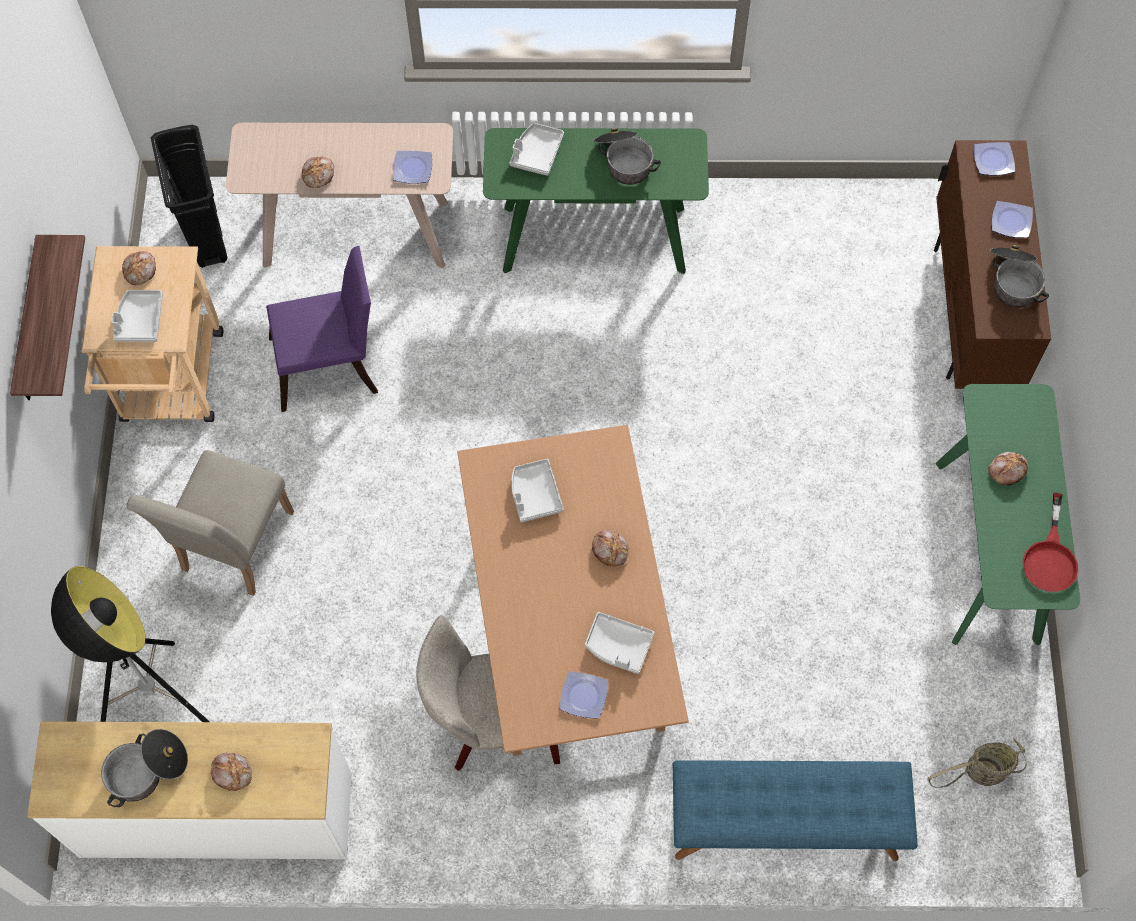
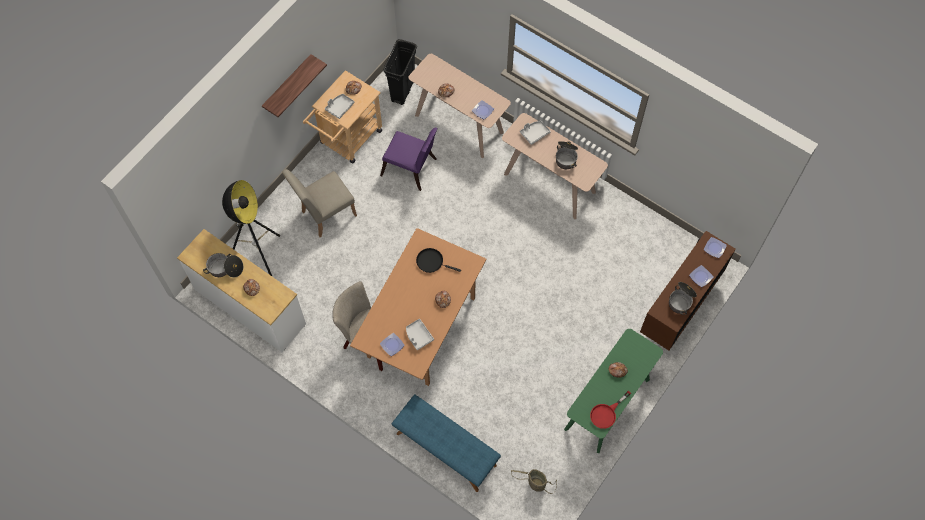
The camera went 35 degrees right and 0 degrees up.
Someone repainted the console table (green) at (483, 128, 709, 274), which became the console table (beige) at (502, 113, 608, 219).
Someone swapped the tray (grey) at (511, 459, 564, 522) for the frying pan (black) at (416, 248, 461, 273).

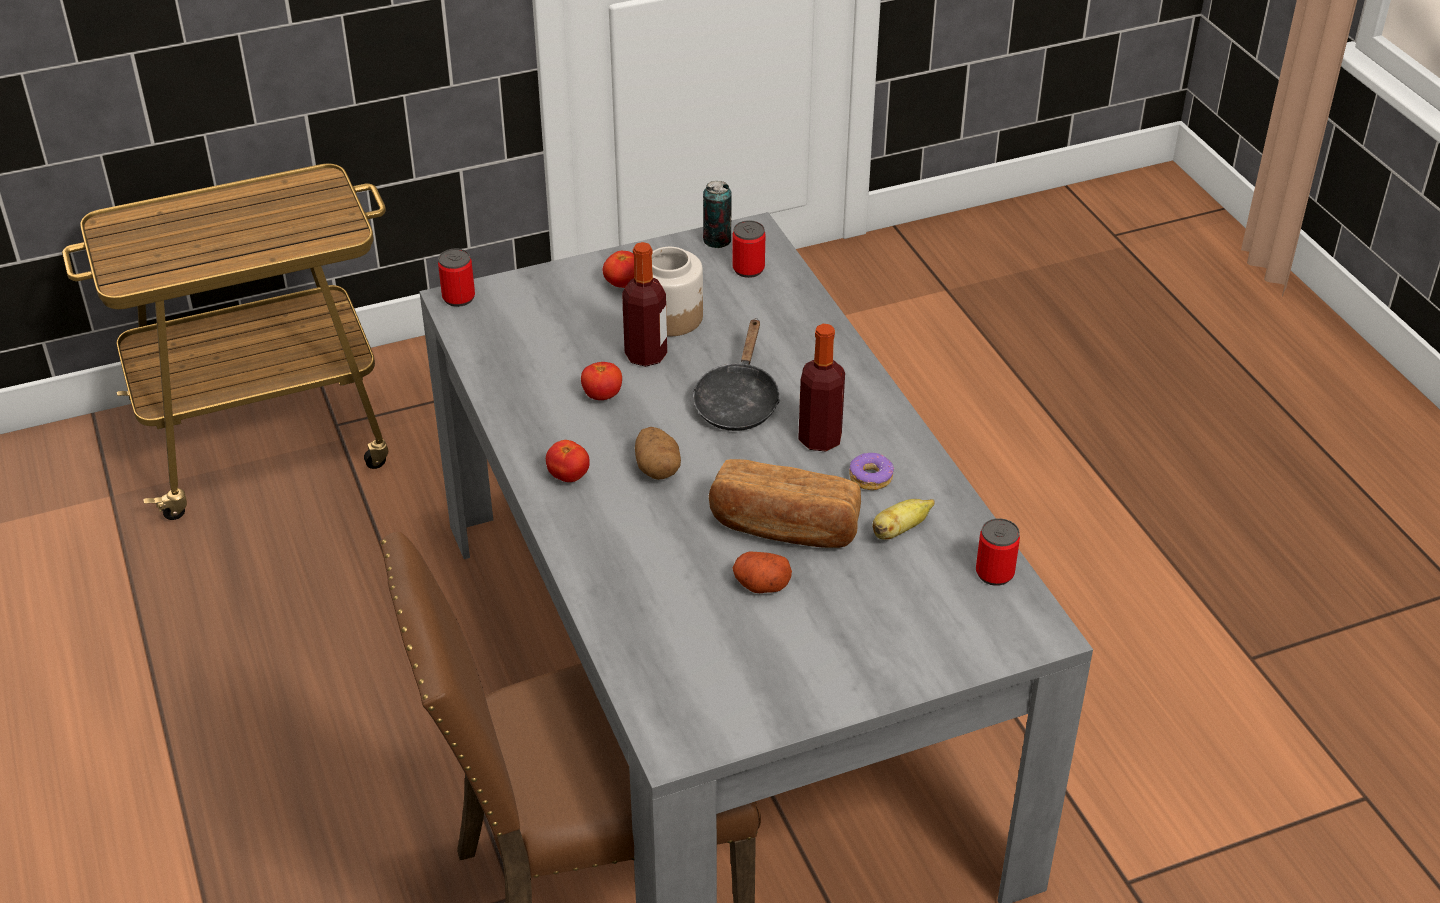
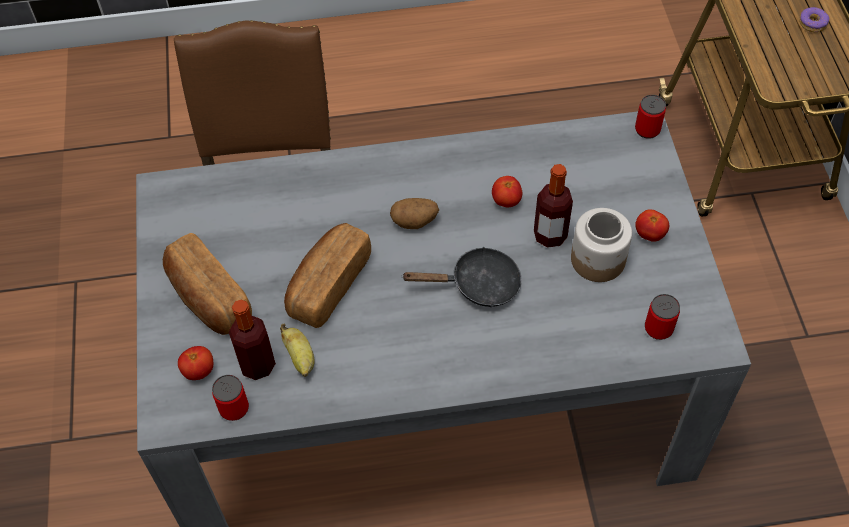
The camera went 105 degrees right and 15 degrees up.
Someone took away the can at (703, 181, 732, 248).
Someone rotated the frying pan (black) at (692, 318, 780, 431) by 150 degrees clockwise.
Someone carried the bottle from (798, 324, 845, 452) to (229, 300, 276, 380).
Someone carried the tomato from (546, 440, 590, 482) to (178, 346, 213, 380).
Someone carried the donut from (849, 453, 894, 490) to (799, 7, 829, 32).
Someone took away the potato at (732, 552, 792, 593).
Someone put down the bread at (163, 233, 252, 335).

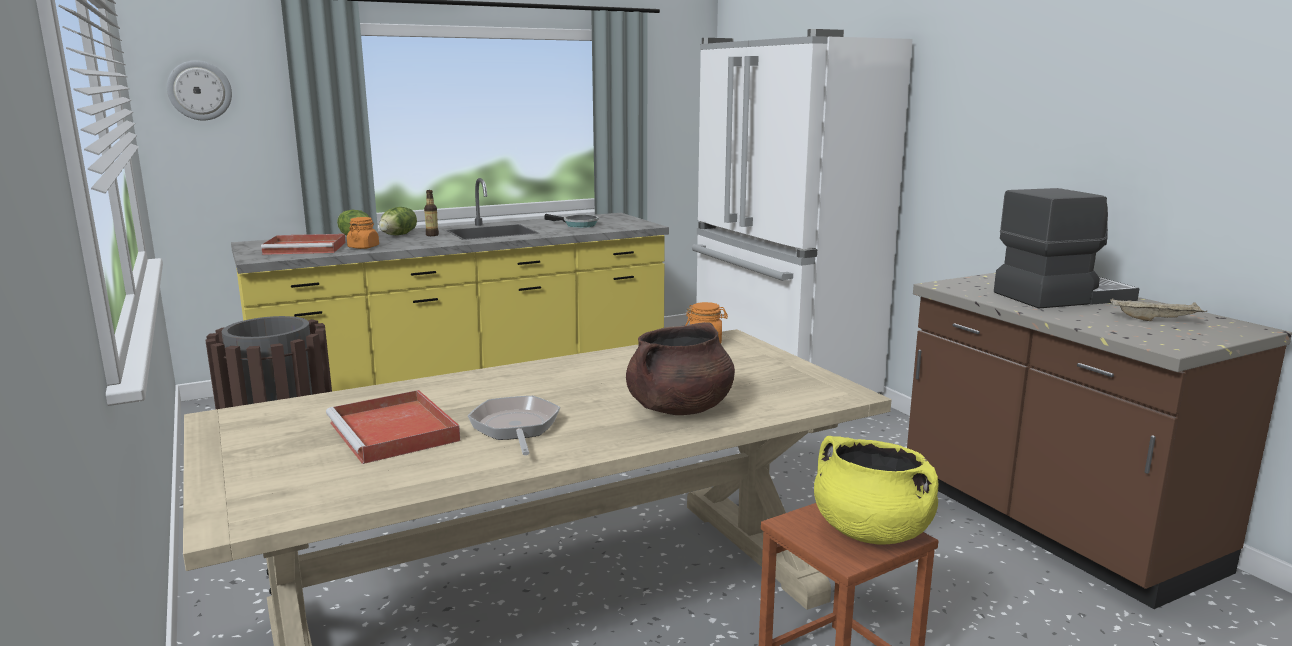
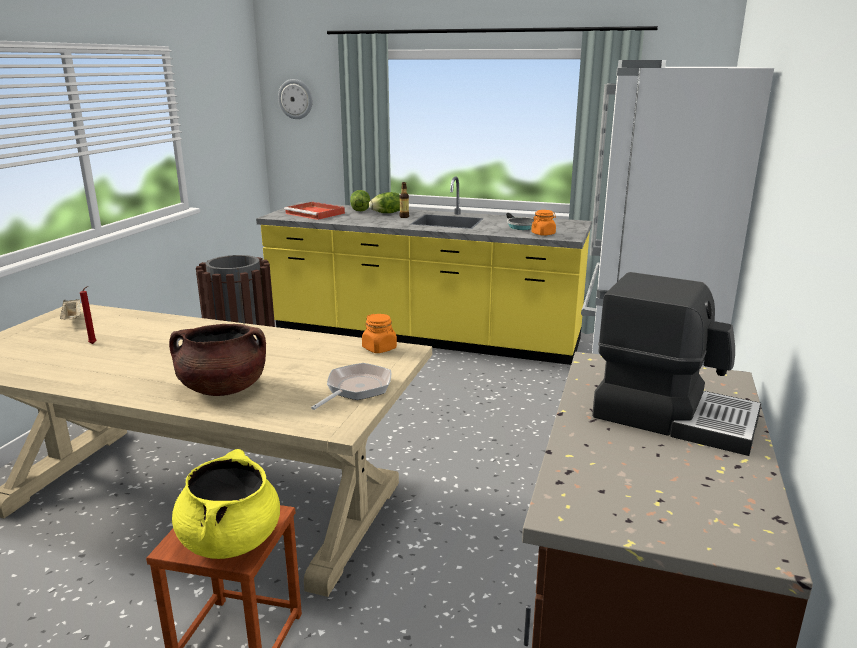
The camera went 45 degrees right and 5 degrees up.
Someone carried the jar (orange) from (347, 217, 379, 249) to (531, 210, 556, 236).
Someone carried the tray (beige) from (1110, 299, 1207, 321) to (60, 299, 81, 320).
Someone swapped the tray (red) at (326, 390, 460, 464) for the candle (red) at (80, 286, 97, 344).
Someone carried the frying pan from (468, 396, 560, 455) to (311, 363, 391, 410).

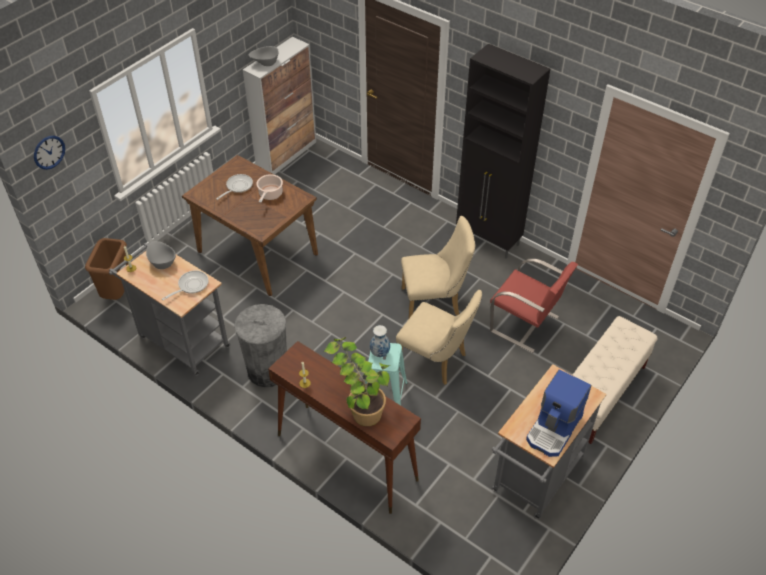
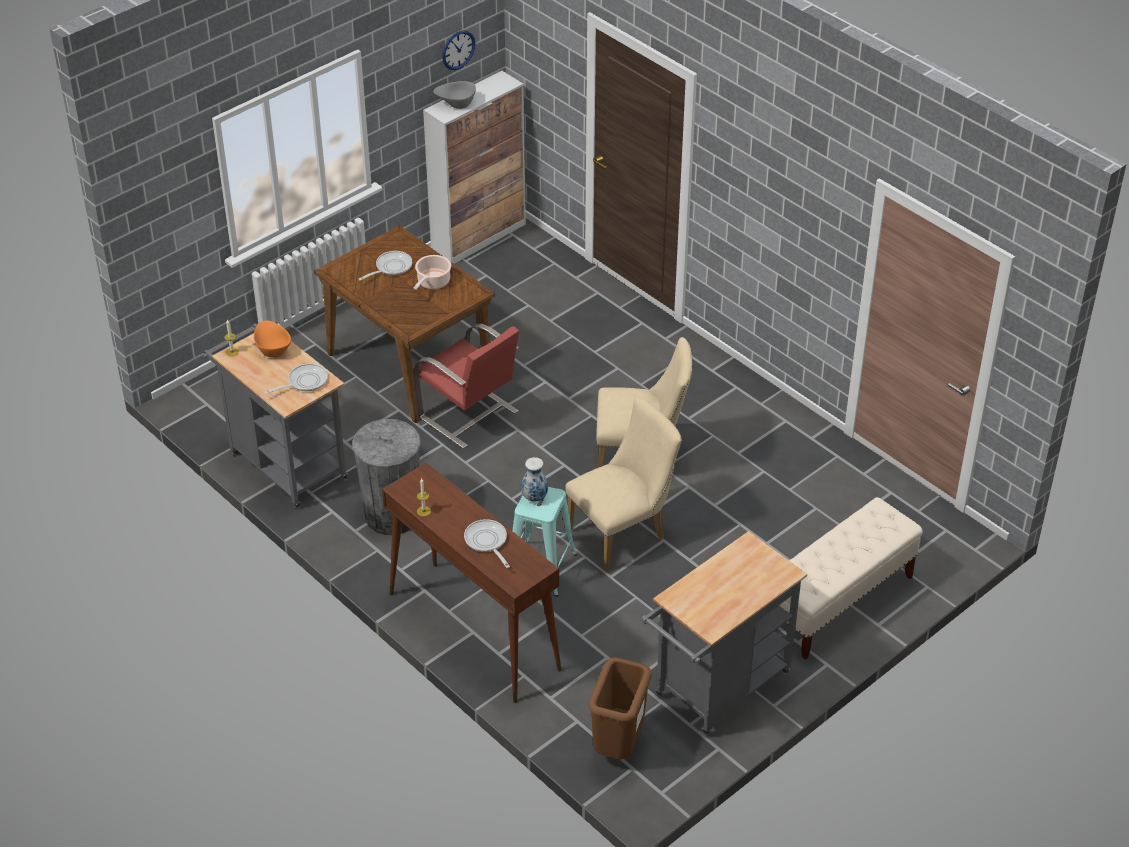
The camera went 10 degrees right and 5 degrees down.
Someone took away the cabinet (black) at (456, 44, 550, 259).
Someone carried the wall clock from (34, 136, 65, 170) to (442, 30, 475, 70).
Someone carried the trash can (brown) from (85, 238, 128, 300) to (588, 657, 652, 760).
Someone repainted the bowl (grey) at (146, 241, 176, 269), which became the bowl (orange) at (254, 320, 291, 358).
Someone carried the chair (red) from (490, 259, 578, 353) to (413, 324, 519, 449).
Someone rotated the chair (beige) at (396, 290, 482, 385) by 75 degrees counterclockwise.
Someone swapped the potted plant at (324, 337, 391, 426) for the frying pan at (464, 519, 510, 568).
Someone took away the coffee machine at (526, 370, 591, 457).

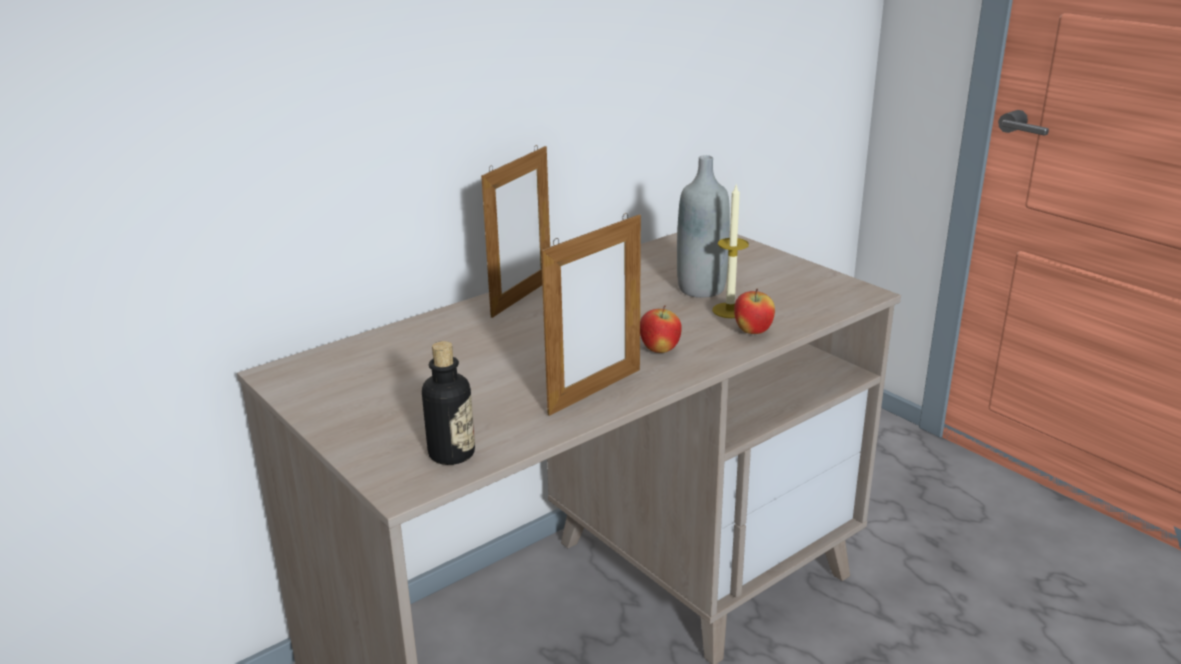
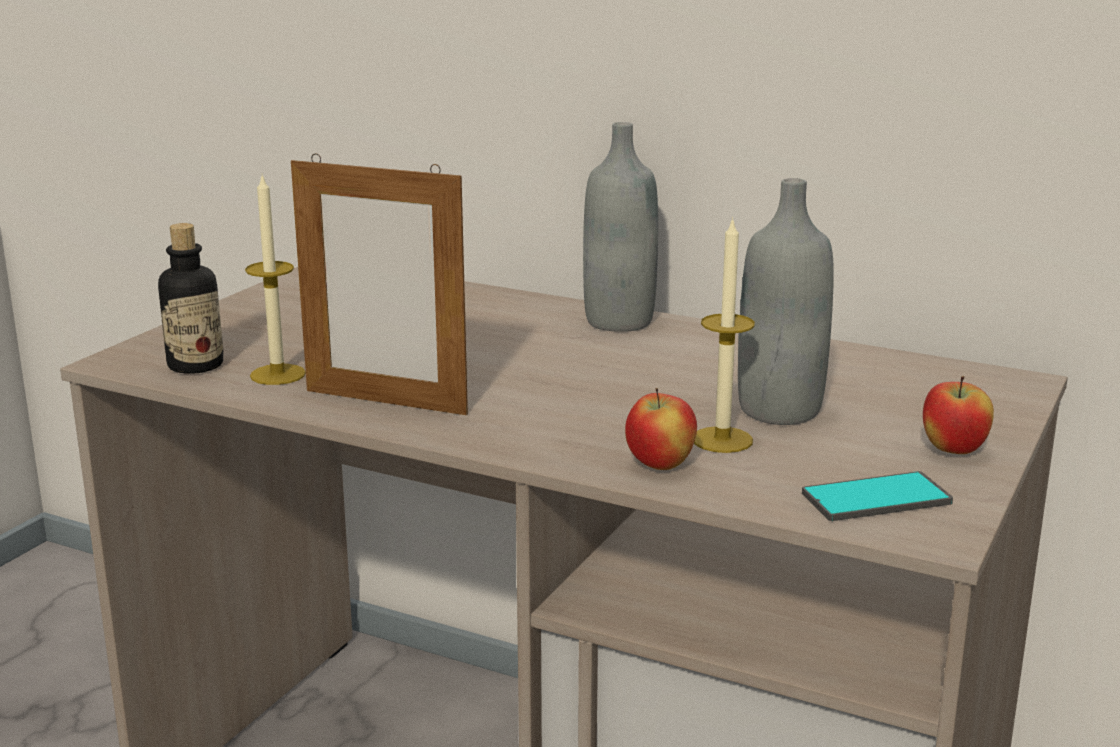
The camera went 65 degrees right and 5 degrees down.
Someone swapped the picture frame at (481, 145, 550, 318) for the bottle (grey) at (583, 122, 658, 332).
Someone carried the apple from (640, 305, 682, 353) to (923, 376, 994, 454).
Someone put down the candle at (245, 174, 306, 385).
Someone put down the phone at (802, 471, 953, 521).

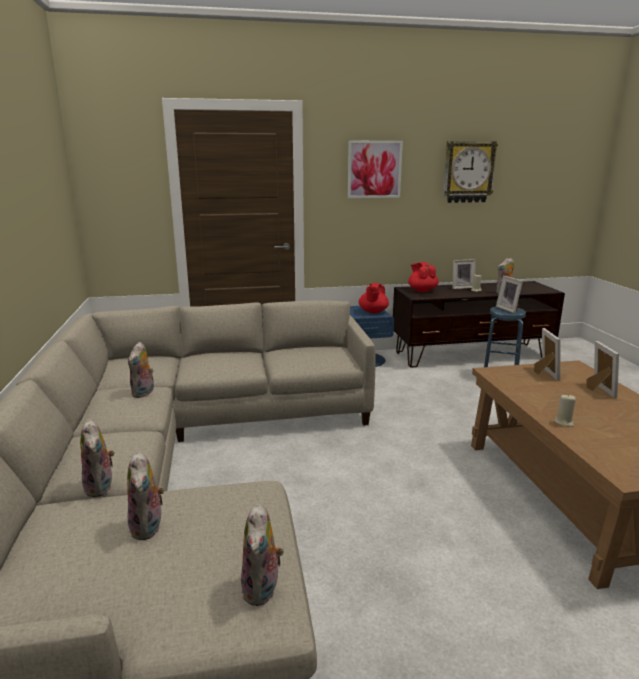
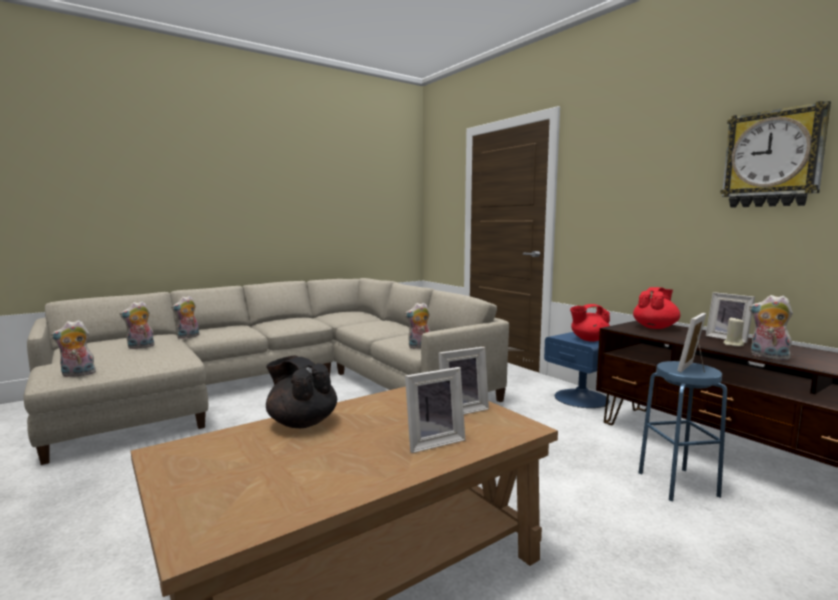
The camera went 65 degrees right and 10 degrees down.
Someone took away the picture at (347, 141, 403, 198).
Someone carried the plush toy from (128, 342, 154, 398) to (405, 302, 431, 349).
Someone swapped the candle (beige) at (555, 395, 576, 427) for the teapot (black) at (266, 356, 337, 428).

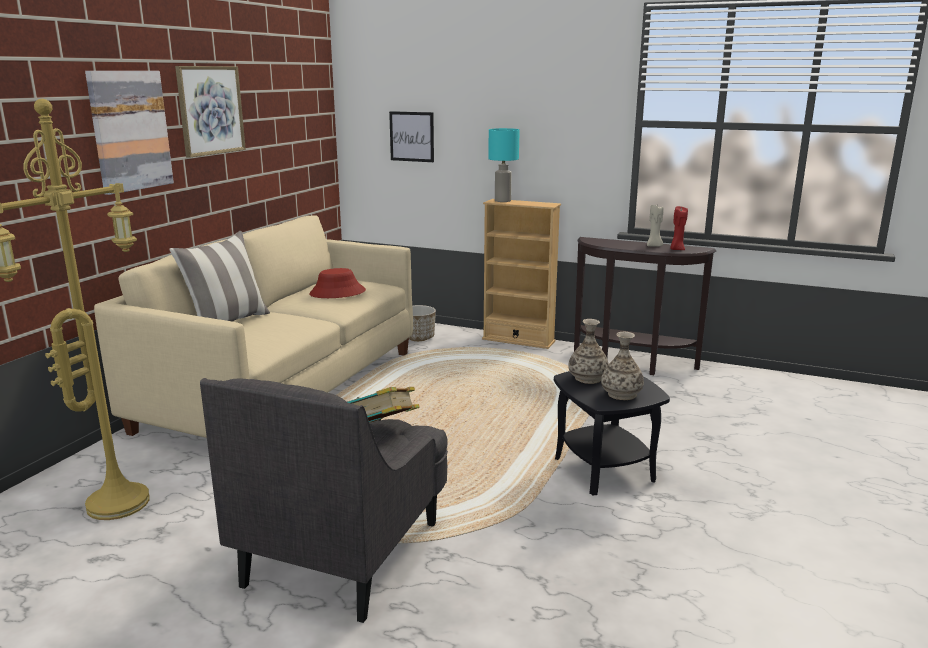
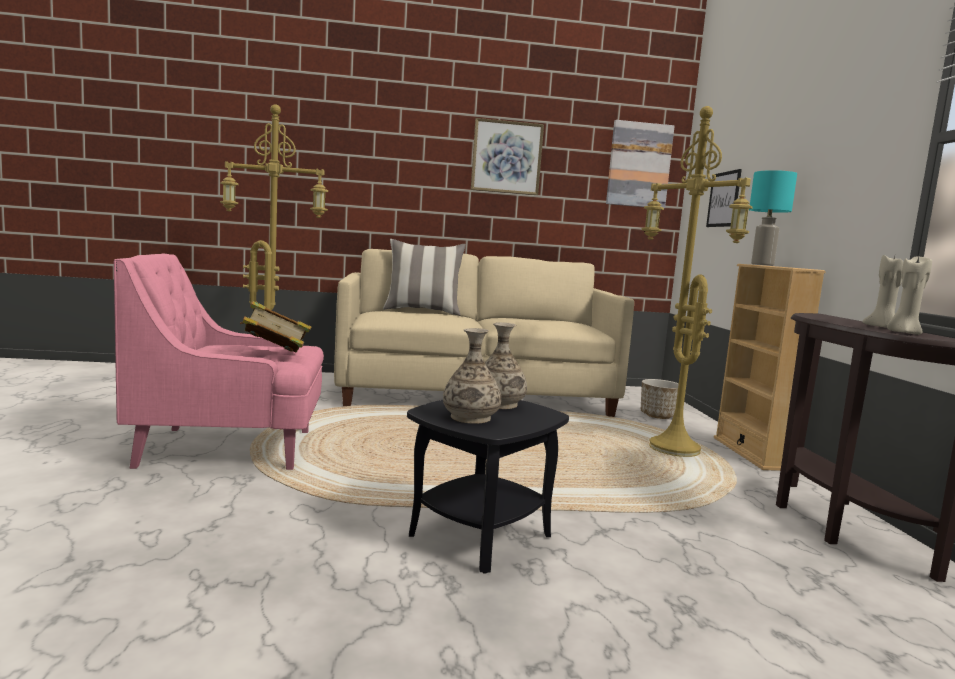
The camera went 60 degrees right and 10 degrees down.
Someone carried the picture from (85, 71, 174, 195) to (606, 120, 675, 208).
Someone repainted the candle (red) at (670, 206, 688, 250), which became the candle (beige) at (887, 256, 932, 335).
Someone took away the hat (red) at (309, 268, 366, 298).
Someone repainted the armchair (grey) at (200, 378, 448, 623), which became the armchair (pink) at (114, 254, 324, 470).
Someone put down the floor lamp (yellow) at (642, 106, 752, 457).

